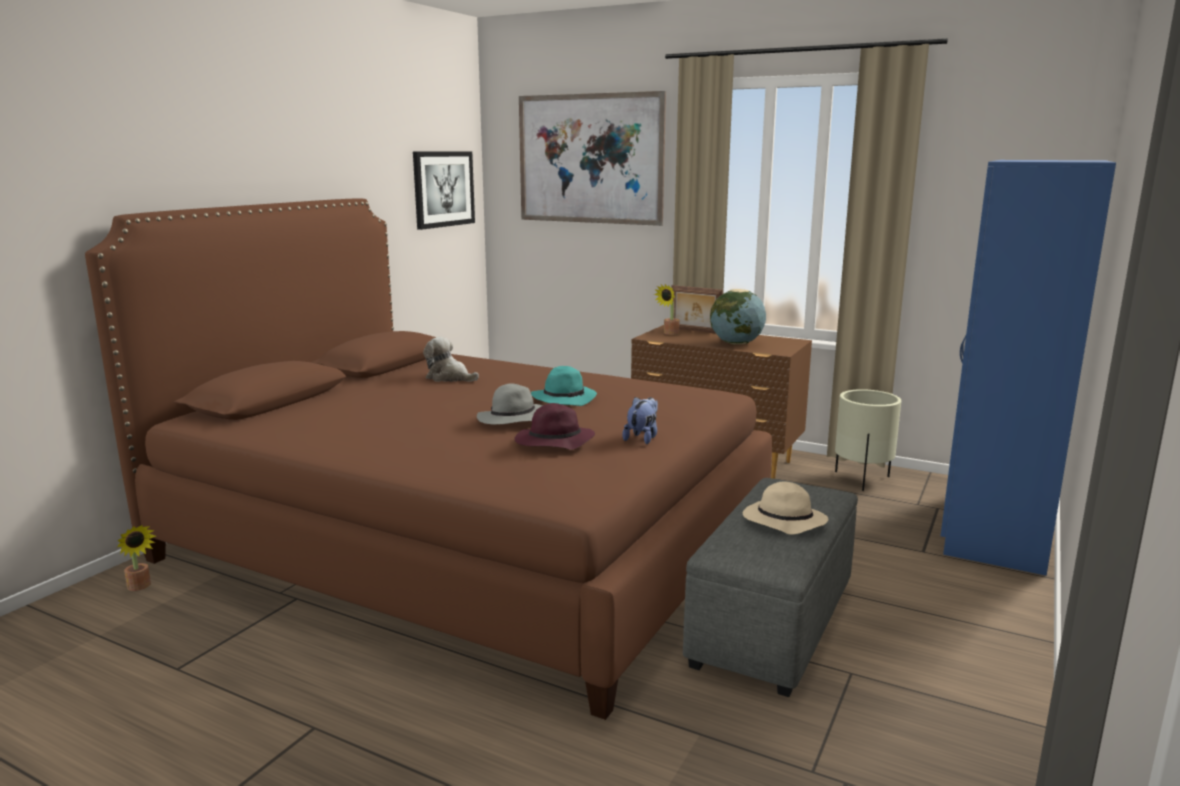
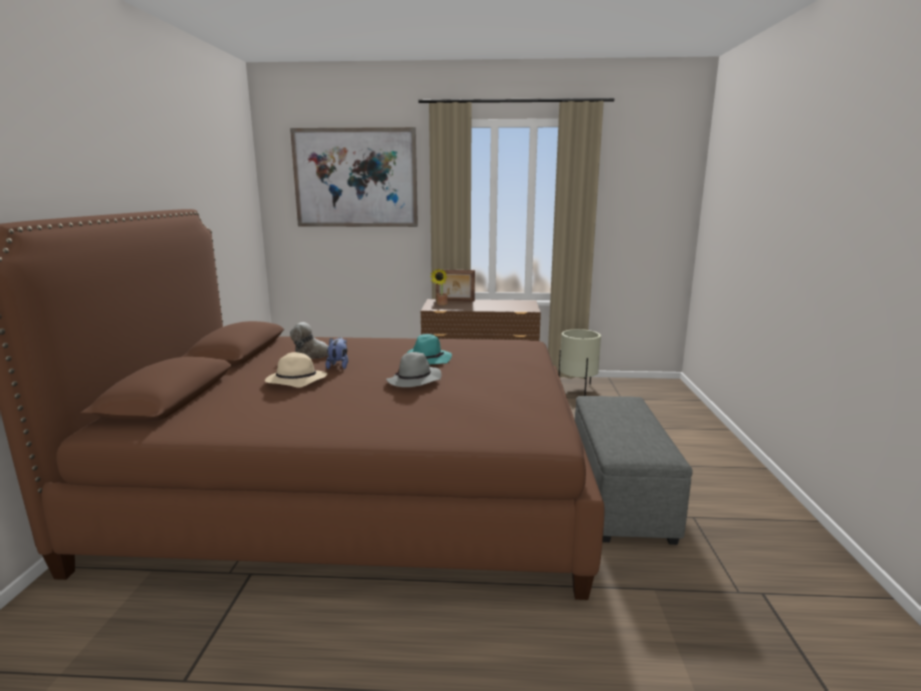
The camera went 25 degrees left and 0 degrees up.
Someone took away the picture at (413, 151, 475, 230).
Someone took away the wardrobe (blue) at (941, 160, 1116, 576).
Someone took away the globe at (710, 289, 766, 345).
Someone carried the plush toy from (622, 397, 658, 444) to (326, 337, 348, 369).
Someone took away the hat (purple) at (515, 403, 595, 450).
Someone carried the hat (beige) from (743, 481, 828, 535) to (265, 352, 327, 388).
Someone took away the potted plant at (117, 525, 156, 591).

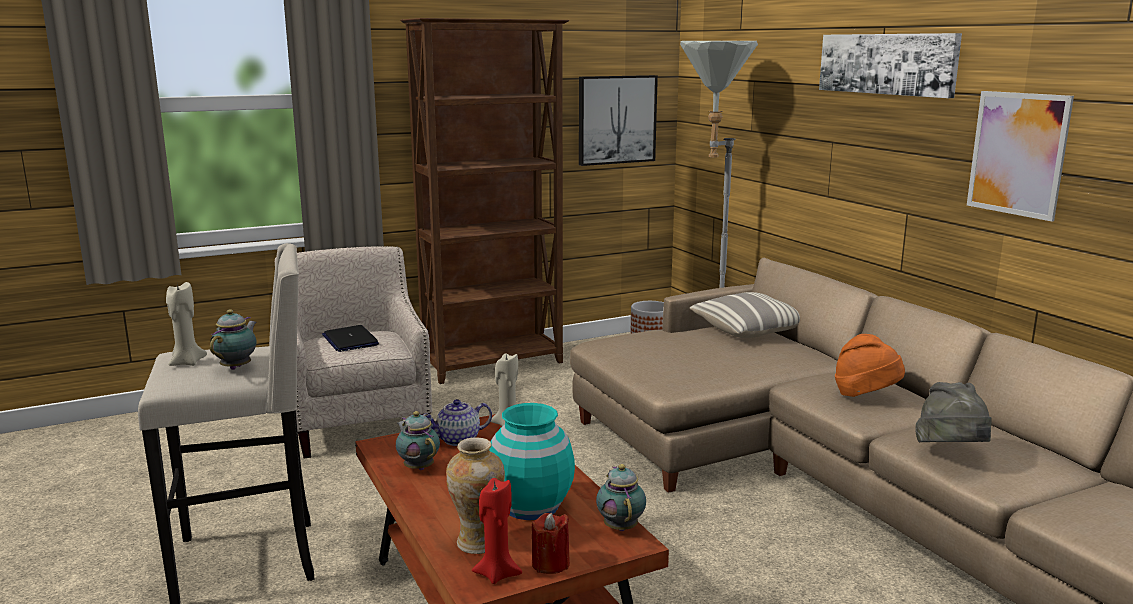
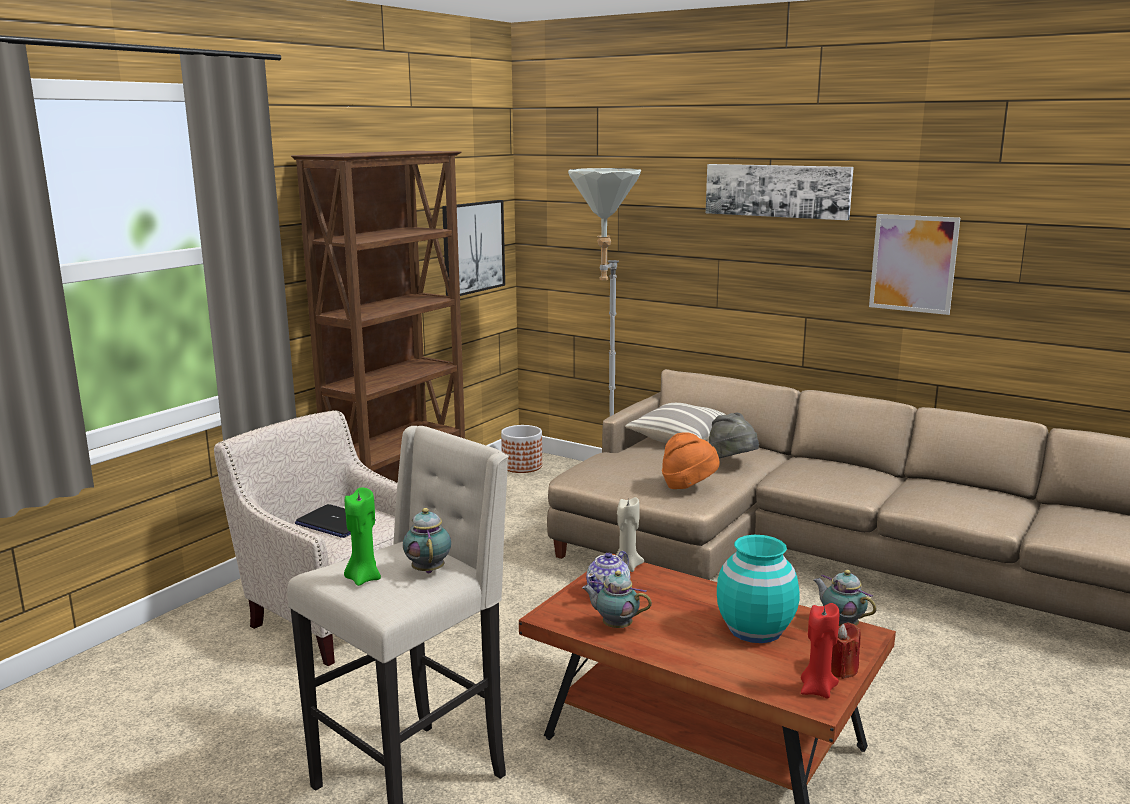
The camera went 30 degrees left and 0 degrees up.
Someone repainted the candle (beige) at (166, 282, 207, 366), which became the candle (green) at (344, 488, 381, 586).
Someone carried the hat (orange) from (835, 334, 905, 397) to (662, 432, 719, 489).
Someone carried the hat (grey) from (916, 382, 992, 443) to (709, 412, 759, 458).
Someone took away the vase at (446, 437, 505, 554).

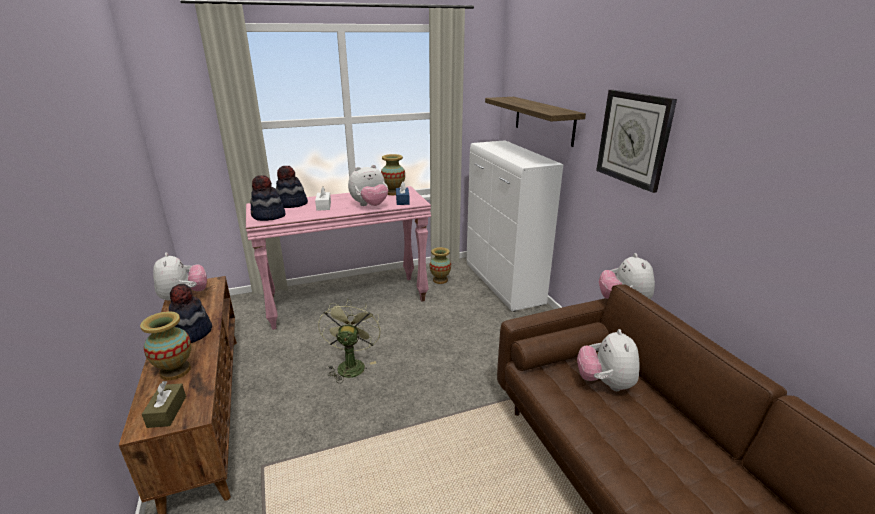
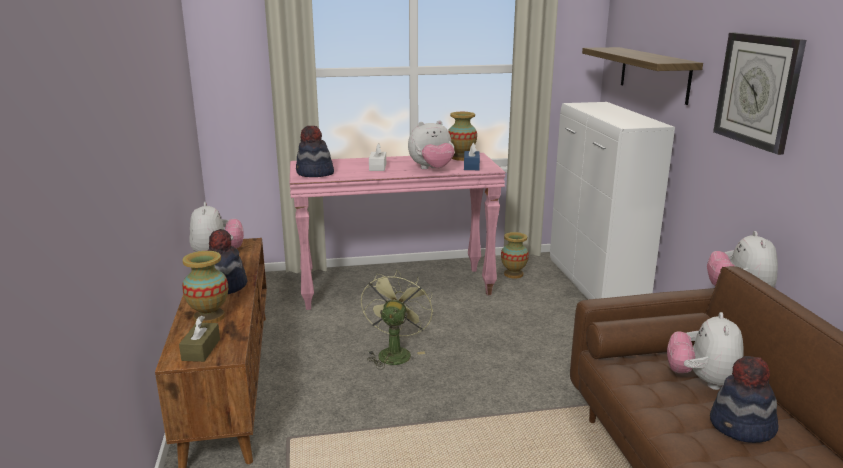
The camera went 10 degrees right and 5 degrees down.
Someone carried the hat from (276, 166, 308, 208) to (710, 356, 778, 443).

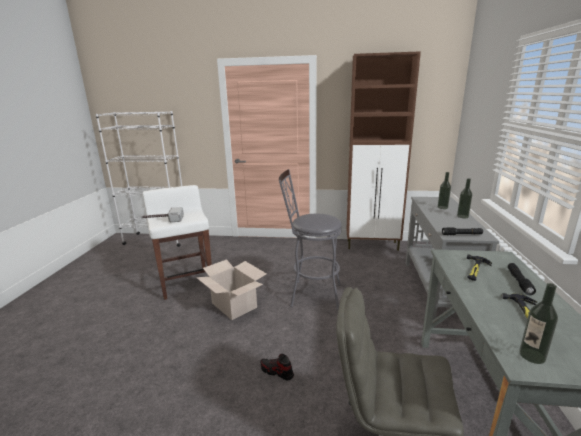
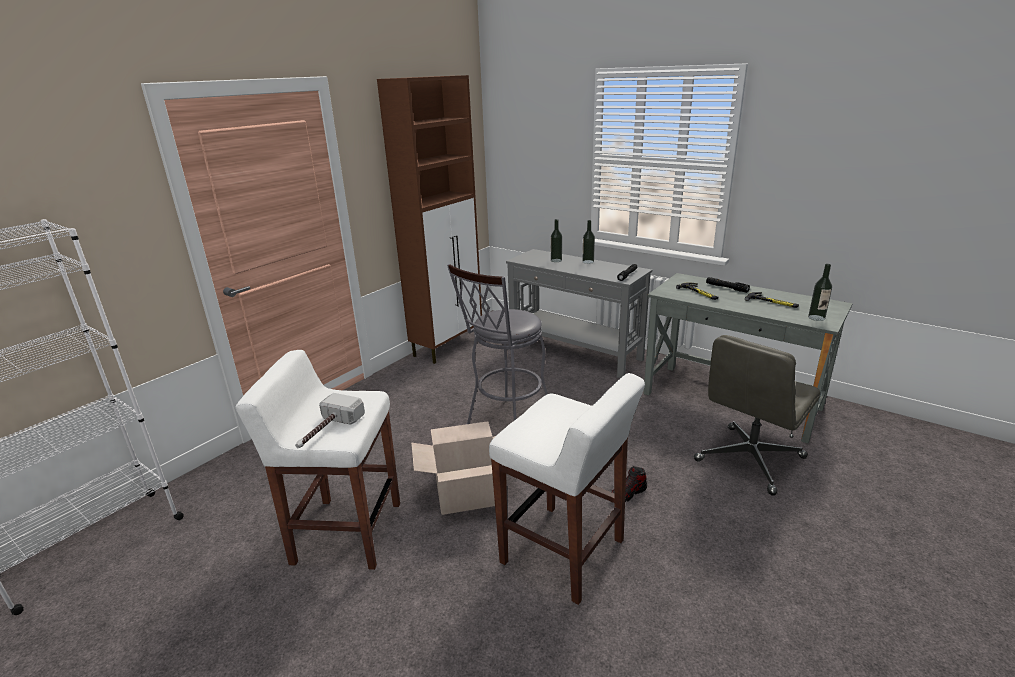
The camera went 60 degrees left and 5 degrees up.
Someone put down the stool (white) at (489, 373, 645, 605).

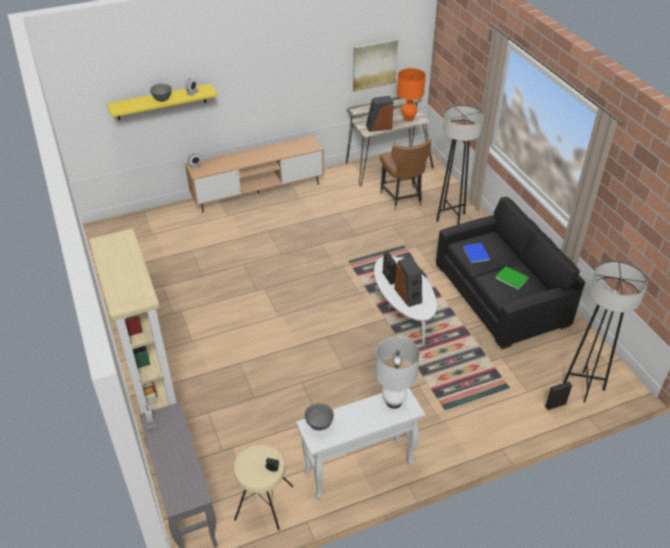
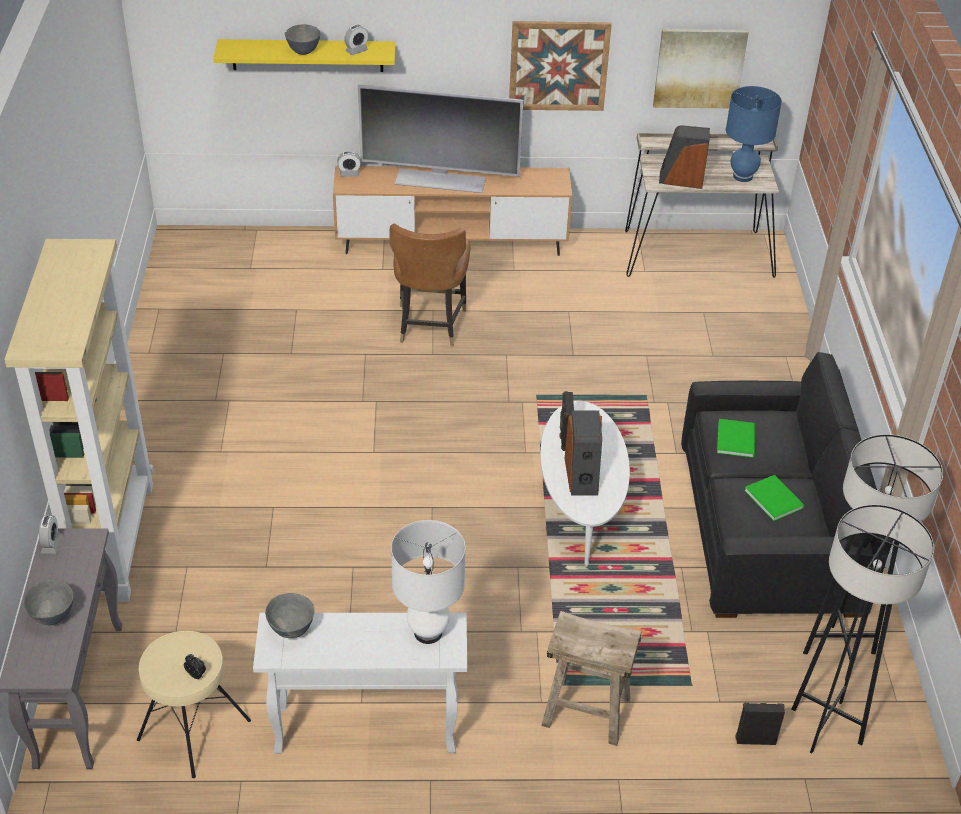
The camera went 20 degrees right and 0 degrees up.
Someone repainted the table lamp (orange) at (397, 68, 426, 121), which became the table lamp (blue) at (726, 86, 782, 182).
Someone carried the floor lamp (grey) from (436, 105, 484, 224) to (803, 434, 943, 681).
Someone carried the chair (brown) from (380, 139, 431, 211) to (389, 224, 471, 347).
Someone repainted the book (blue) at (463, 243, 490, 263), which became the book (green) at (717, 419, 755, 458).
Someone put up the picture at (509, 21, 612, 111).
Someone put down the television at (358, 85, 523, 193).
Someone put down the bowl (grey) at (23, 579, 74, 625).
Someone put down the stool (beige) at (541, 611, 641, 746).

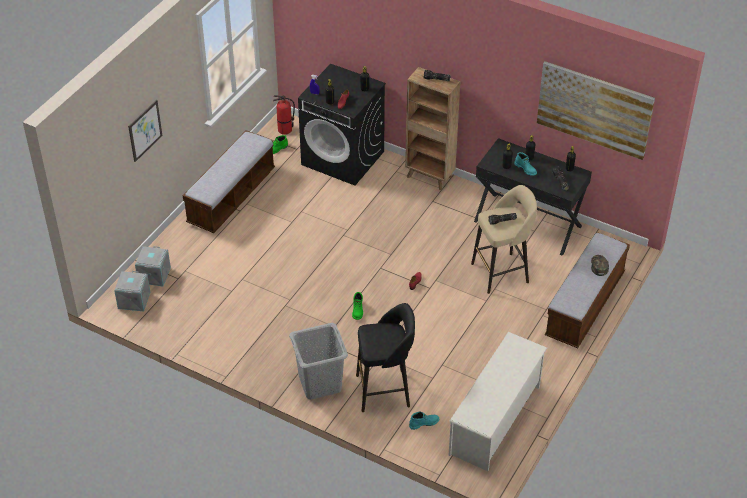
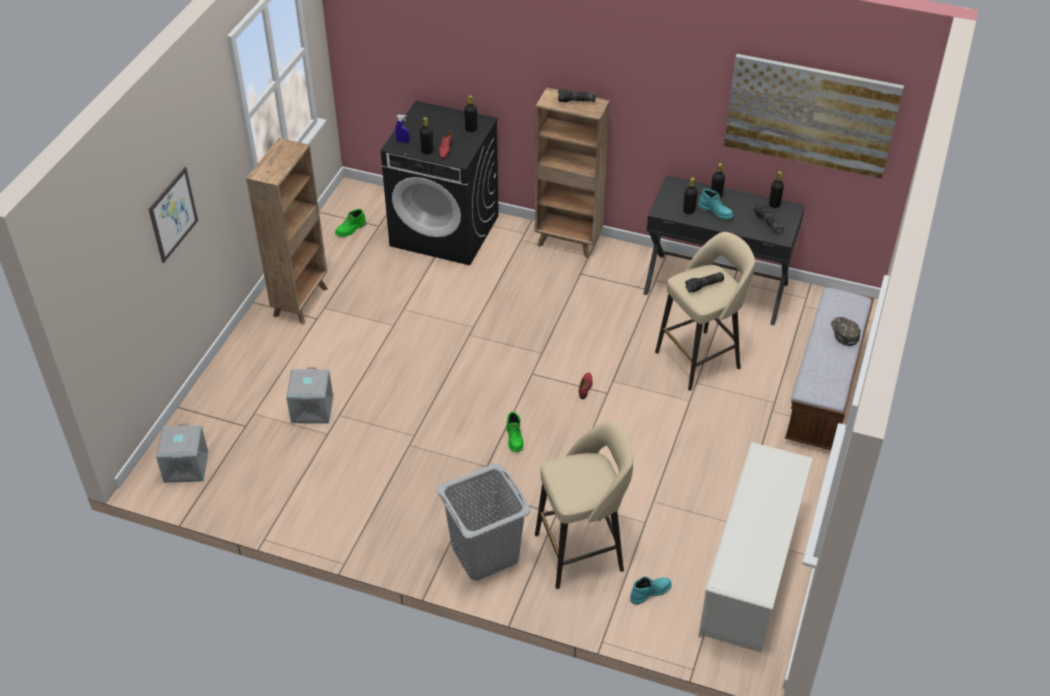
The camera went 10 degrees left and 0 degrees up.
Someone took away the fire extinguisher at (273, 95, 295, 135).
Someone swapped the bench at (183, 130, 275, 233) for the bookcase (brown) at (246, 138, 328, 324).
Someone carried the storage box (grey) from (135, 246, 171, 286) to (286, 367, 333, 424).
Someone repainted the stool (black) at (356, 303, 415, 412), which became the stool (beige) at (535, 421, 633, 589).

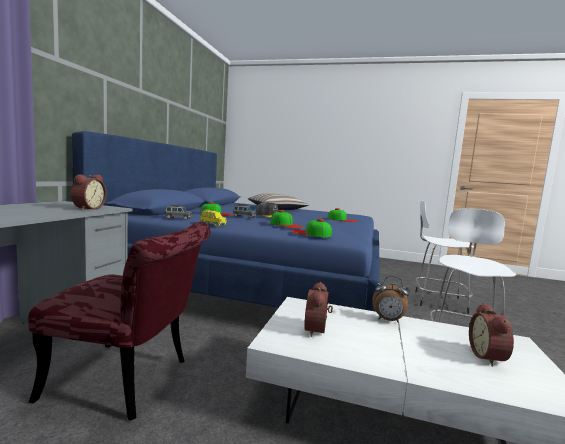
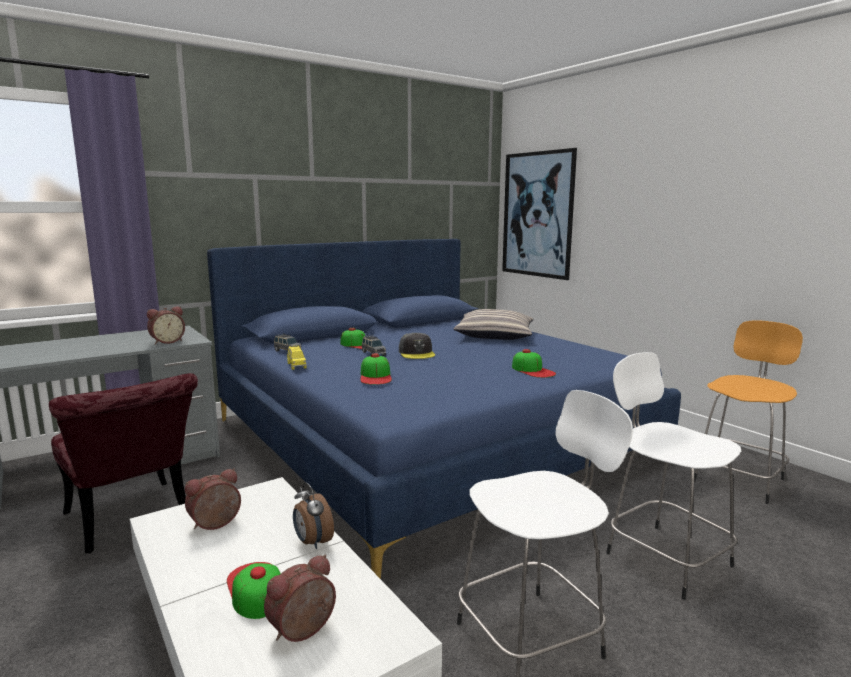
The camera went 40 degrees right and 5 degrees up.
Someone carried the cap from (290, 219, 332, 237) to (227, 562, 281, 619).
Someone put up the picture at (502, 148, 577, 280).
Someone put down the stool (orange) at (694, 320, 803, 504).

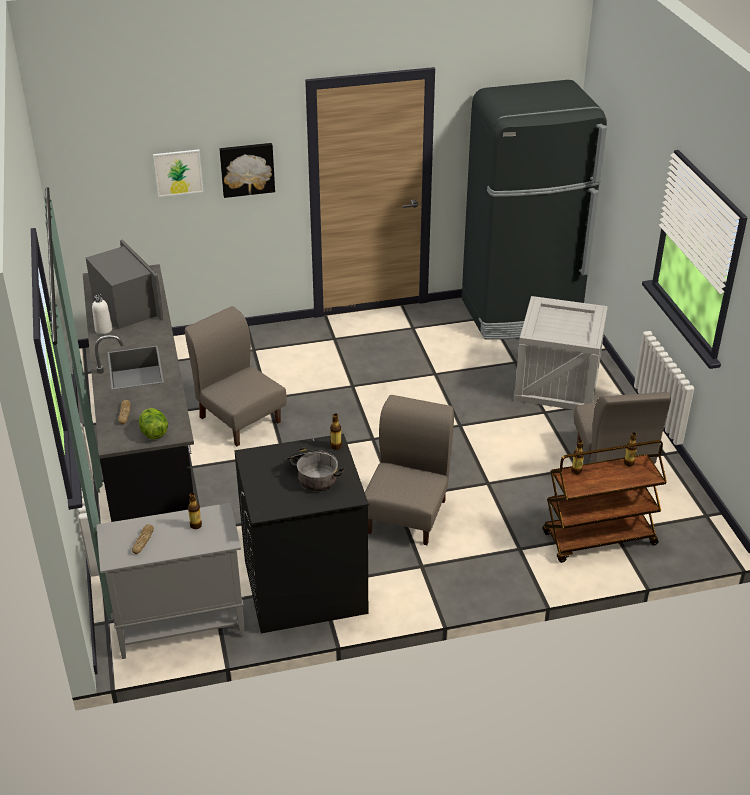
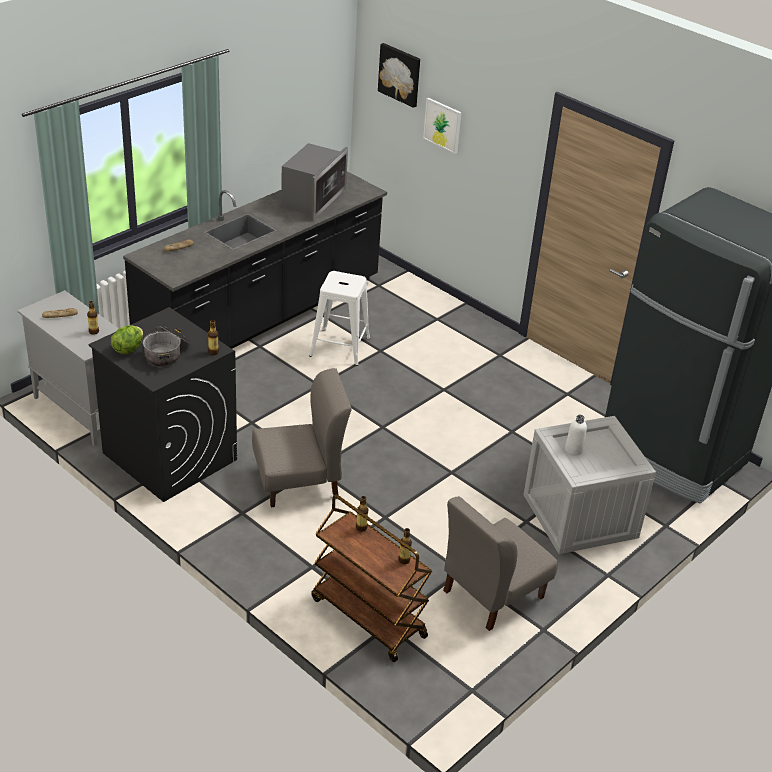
The camera went 55 degrees right and 0 degrees up.
Someone carried the picture from (219, 143, 275, 198) to (378, 43, 420, 108).
Someone carried the bottle (white) from (92, 294, 112, 334) to (565, 415, 587, 456).
Someone swapped the chair (grey) at (185, 306, 287, 446) for the stool (white) at (309, 271, 370, 366).
Someone carried the lettuce from (139, 408, 168, 440) to (111, 325, 143, 354).

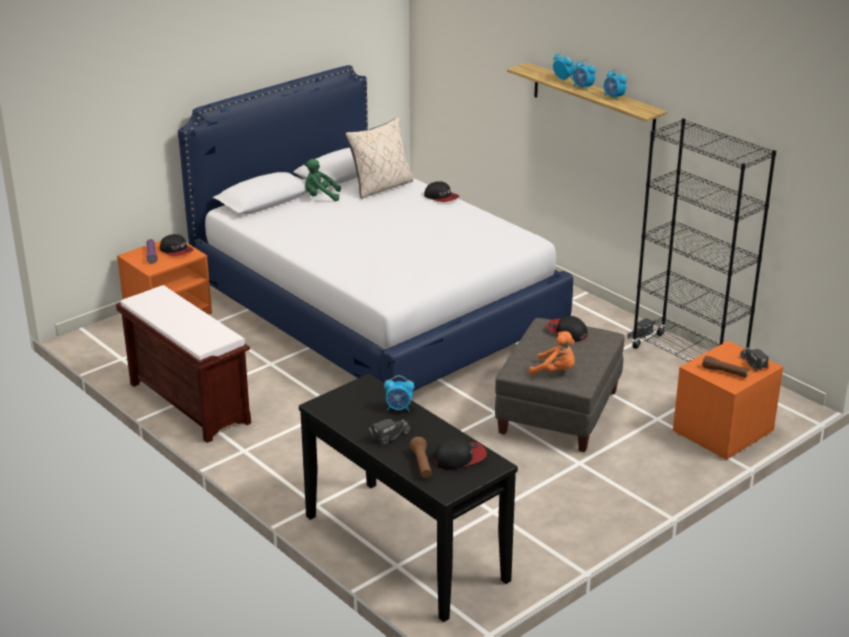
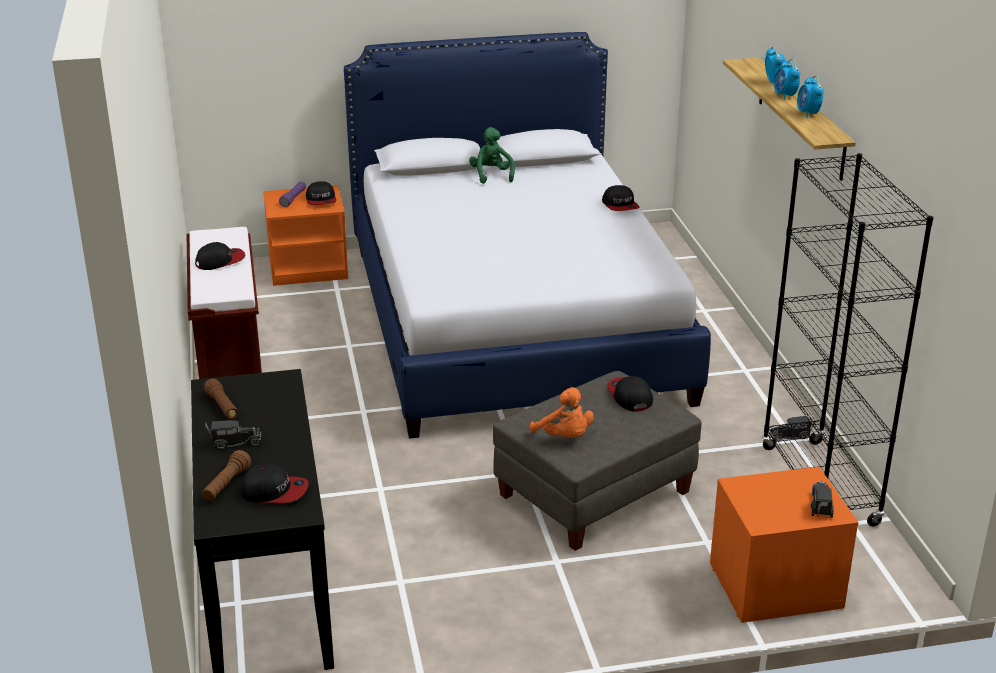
The camera went 30 degrees right and 0 degrees up.
Someone took away the pillow (beige) at (346, 117, 413, 199).
Someone rotated the plush toy (green) at (304, 159, 341, 201) by 45 degrees clockwise.
Someone carried the flashlight (brown) from (702, 356, 749, 377) to (204, 378, 238, 419).
Someone took away the alarm clock at (384, 376, 414, 412).
Someone put down the cap at (195, 242, 245, 270).

